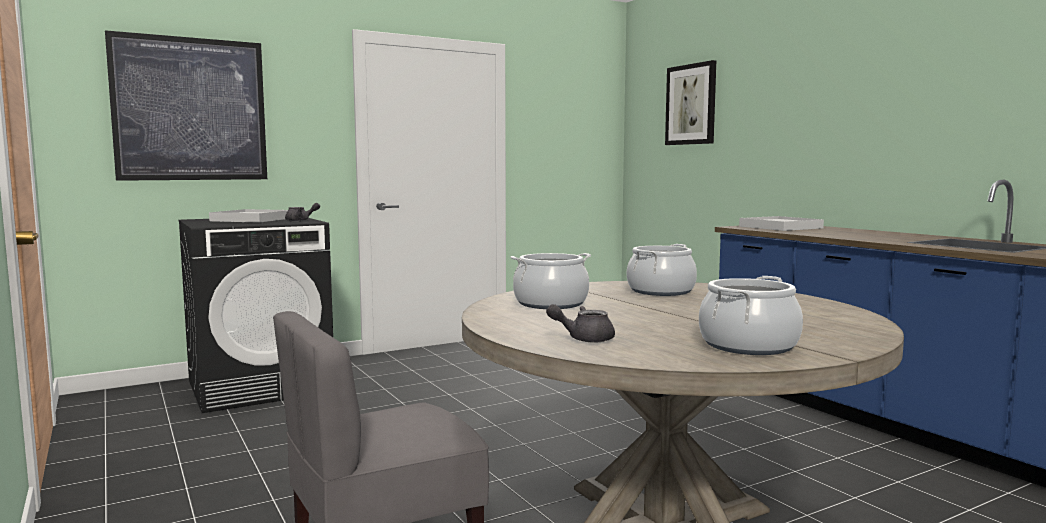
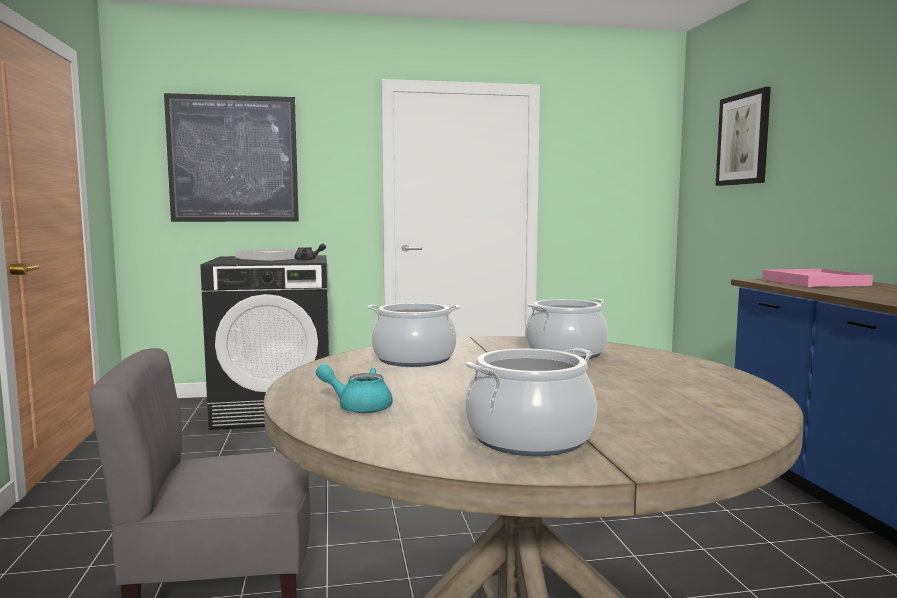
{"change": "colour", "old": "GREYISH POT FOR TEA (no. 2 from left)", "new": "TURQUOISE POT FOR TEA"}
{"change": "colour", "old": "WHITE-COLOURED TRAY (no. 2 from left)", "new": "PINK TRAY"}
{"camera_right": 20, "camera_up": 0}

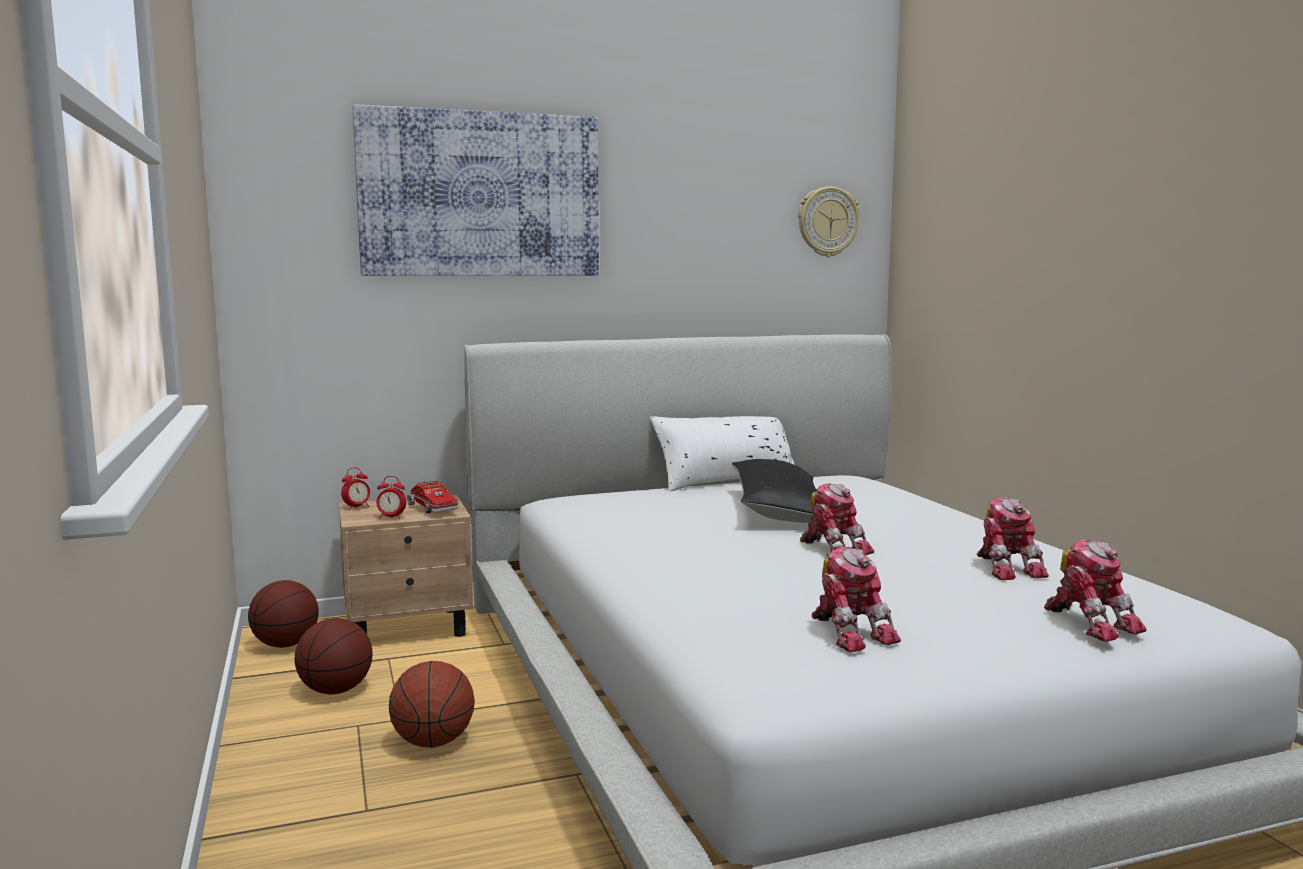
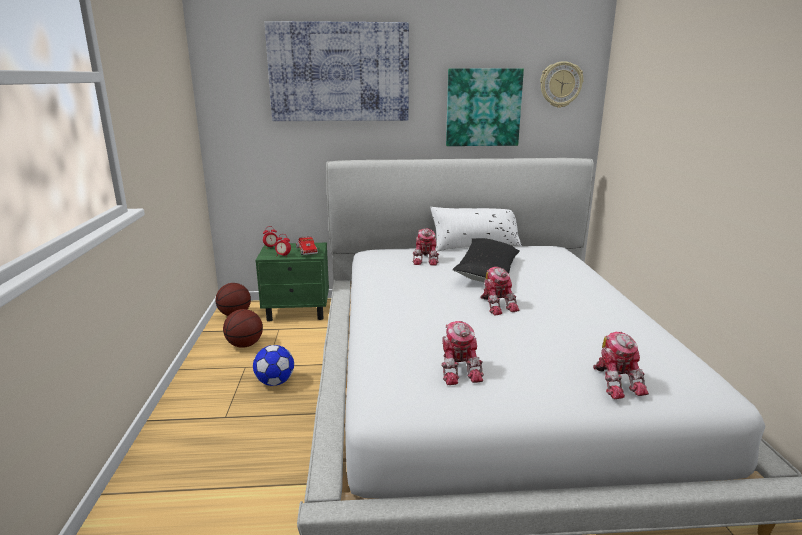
{"change": "exchanged", "old": "BALL FOR BASKETBALL (no. 3 from left)", "new": "FOOTBALL BALL"}
{"change": "colour", "old": "BEIGE NIGHTSTAND", "new": "GREENISH NIGHTSTAND"}
{"change": "relocated", "old": "MODEL ROBOT (no. 3 from left in the first image)", "new": "MODEL ROBOT (no. 1 from left)"}
{"change": "appeared", "new": "PICTURE (no. 2 from left)"}
{"camera_right": 15, "camera_up": 10}

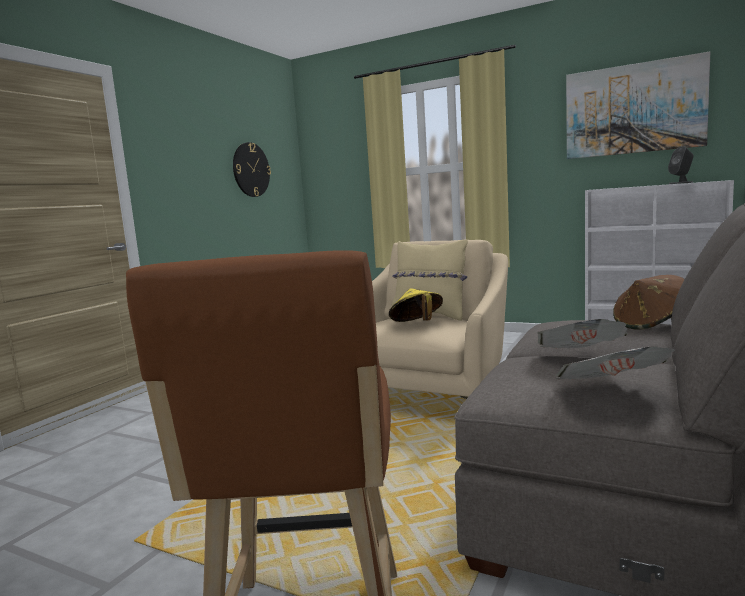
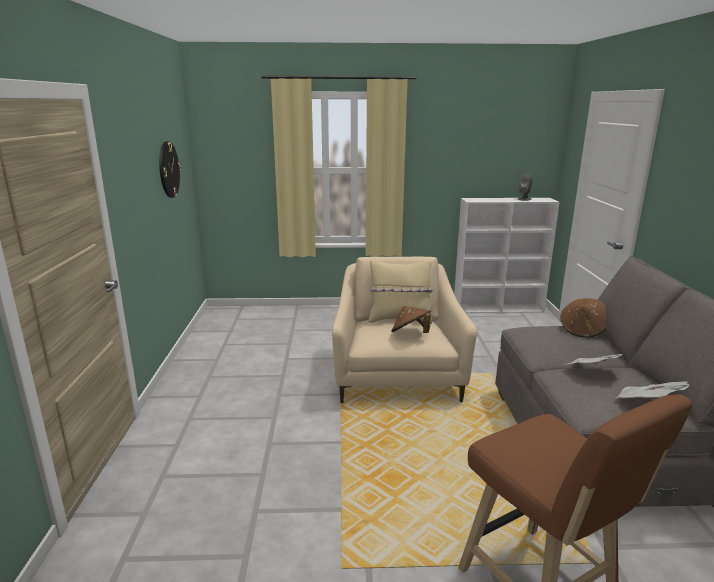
{"change": "colour", "old": "YELLOW-COLOURED CLOTHING HAT", "new": "BROWN-COLOURED CLOTHING HAT (no. 1 from left)"}
{"change": "missing", "old": "PICTURE"}
{"camera_right": -30, "camera_up": 10}

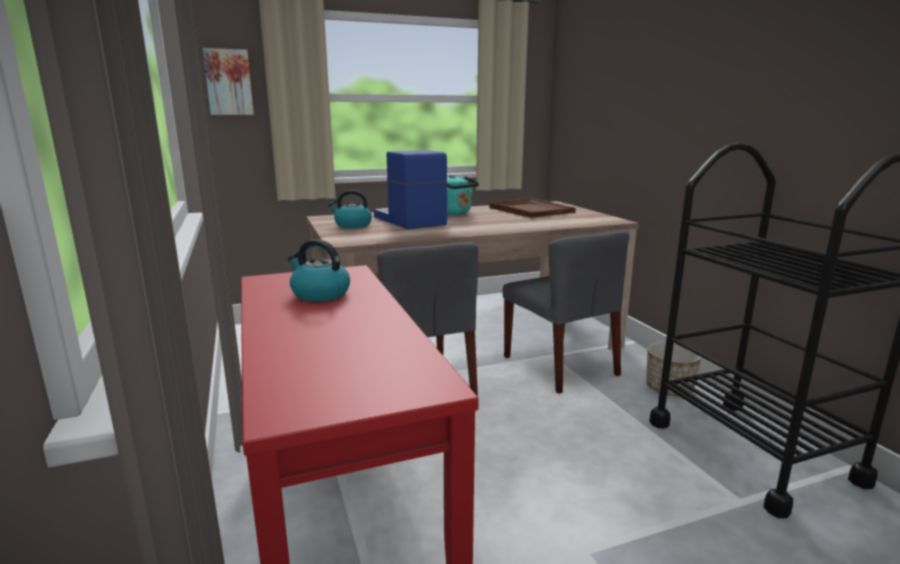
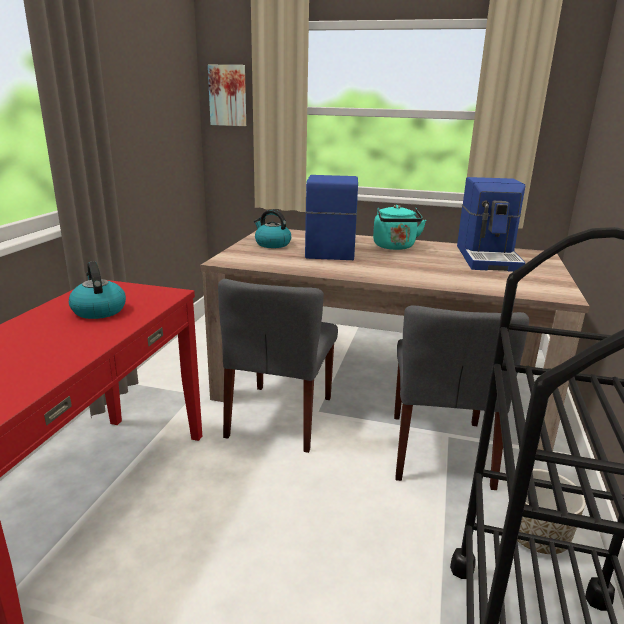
{"change": "exchanged", "old": "BROWN-COLOURED TRAY", "new": "COFFEE MACHINE (no. 2 from left)"}
{"camera_right": 35, "camera_up": 5}

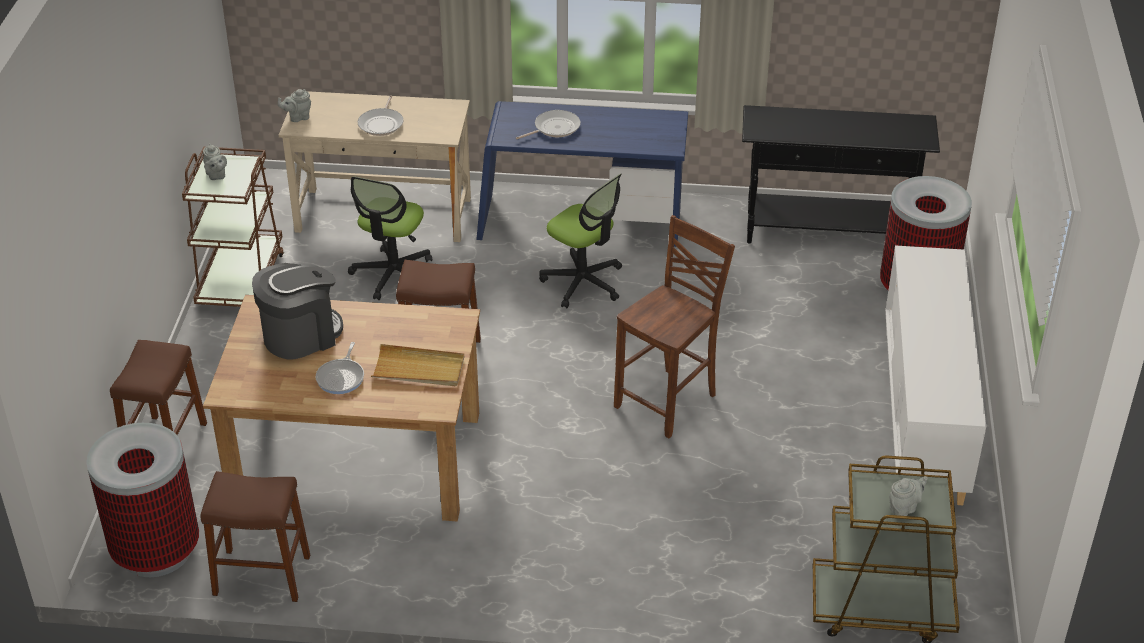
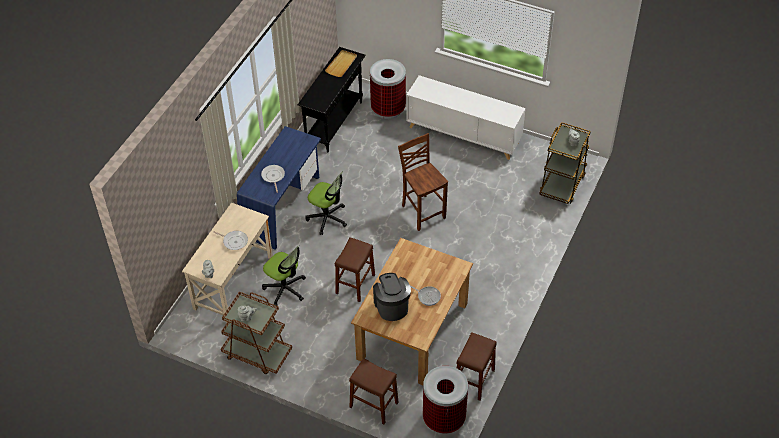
{"change": "spun", "old": "COMPUTER CHAIR (no. 2 from left)", "degrees": 60}
{"change": "relocated", "old": "BEIGE TRAY"}
{"camera_right": -70, "camera_up": 10}

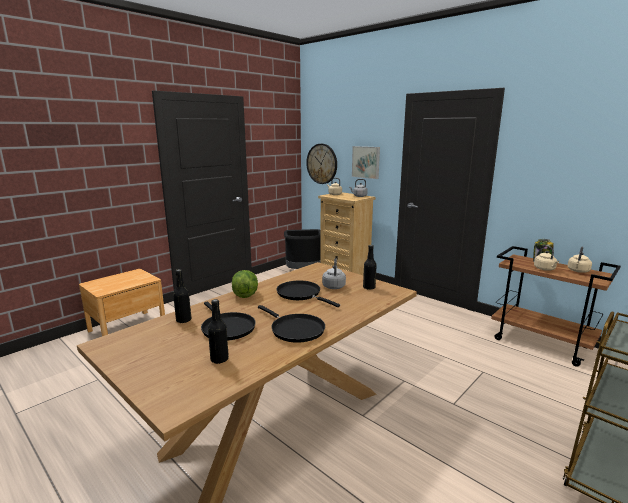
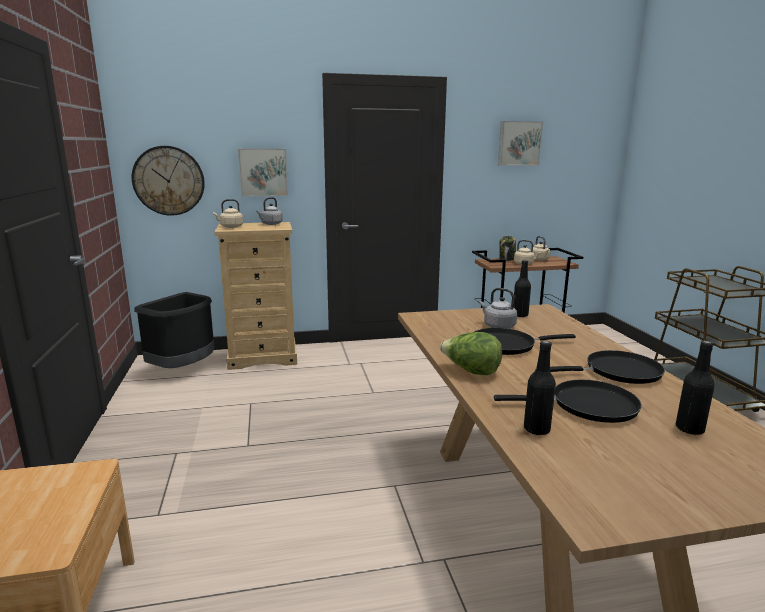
{"change": "appeared", "new": "PICTURE (no. 2 from left)"}
{"camera_right": -55, "camera_up": 0}

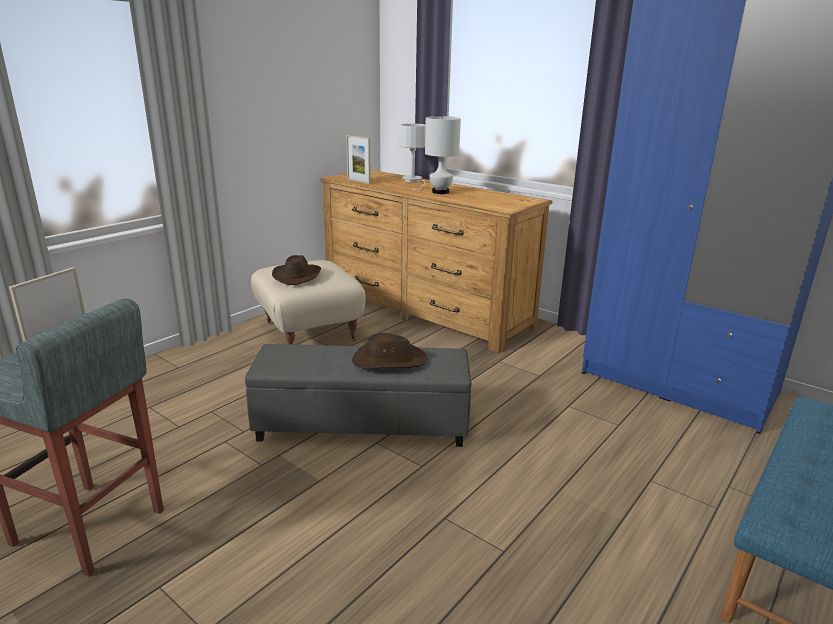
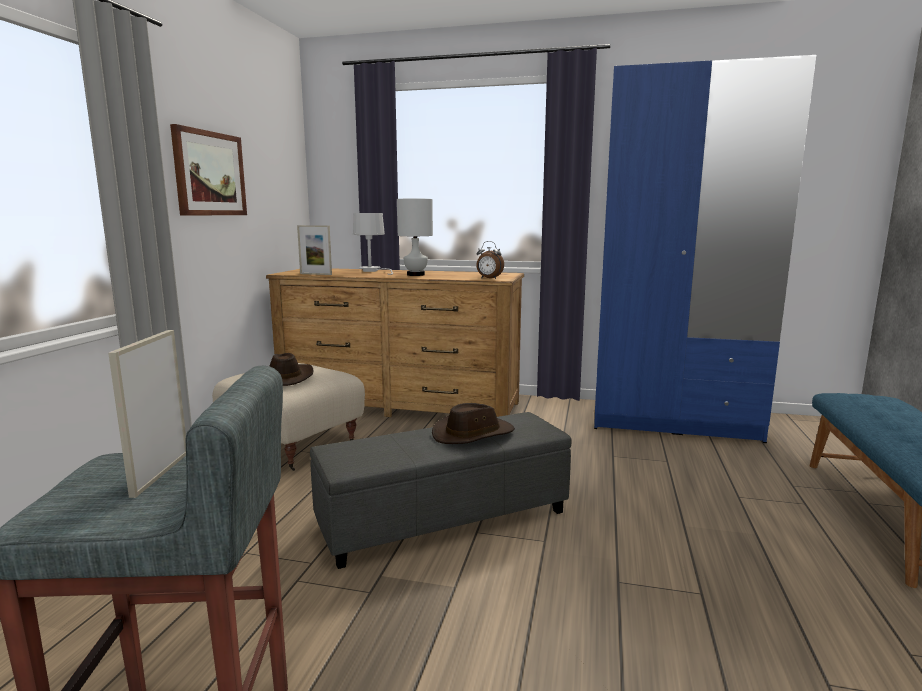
{"change": "appeared", "new": "PICTURE"}
{"change": "appeared", "new": "ALARM CLOCK"}
{"camera_right": -25, "camera_up": -10}

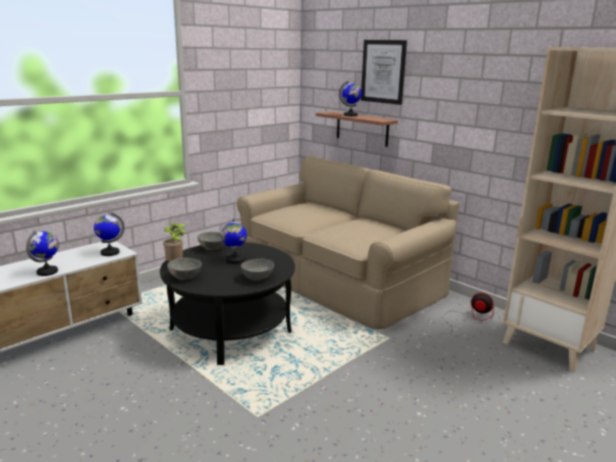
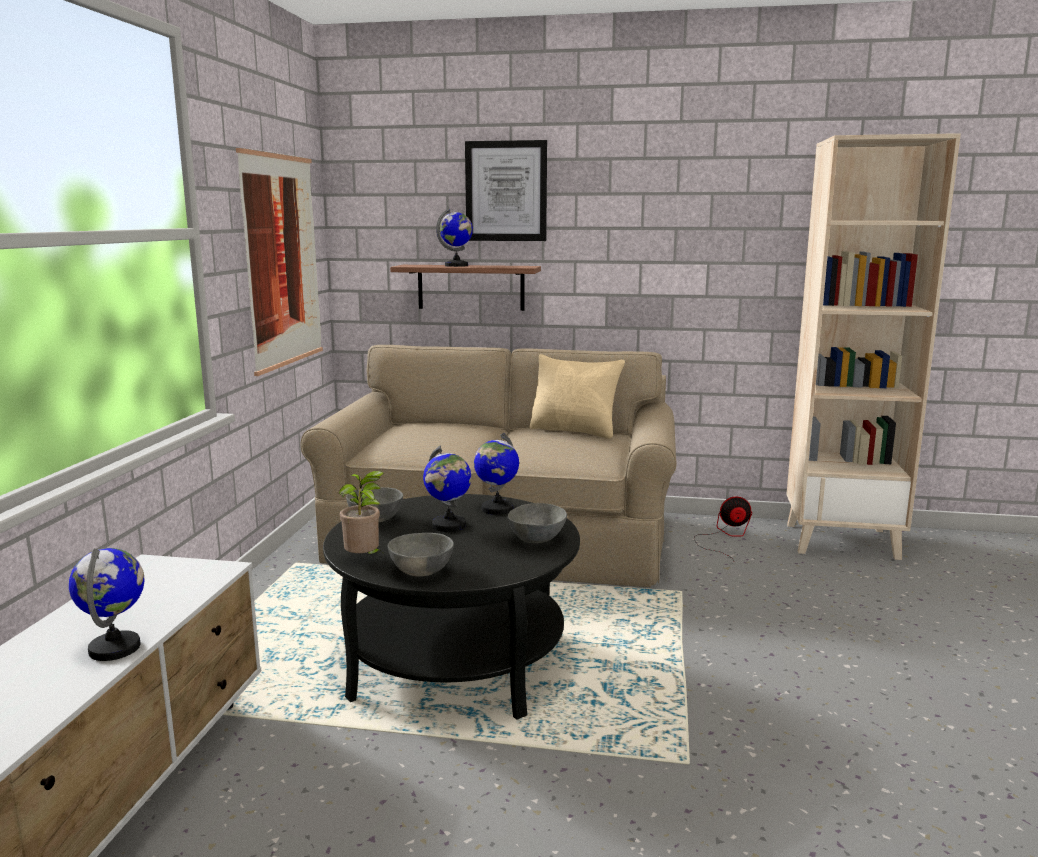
{"change": "appeared", "new": "PICTURE (no. 1 from left)"}
{"change": "relocated", "old": "DESK GLOBE (no. 2 from left in the first image)", "new": "DESK GLOBE (no. 4 from left)"}
{"change": "appeared", "new": "BEIGE THROW PILLOW"}
{"camera_right": -35, "camera_up": -5}

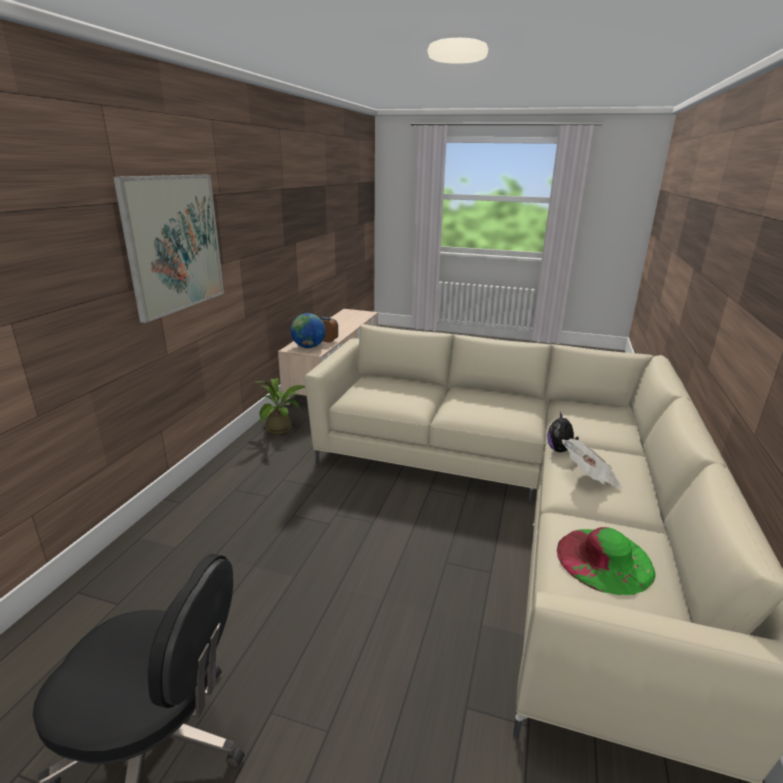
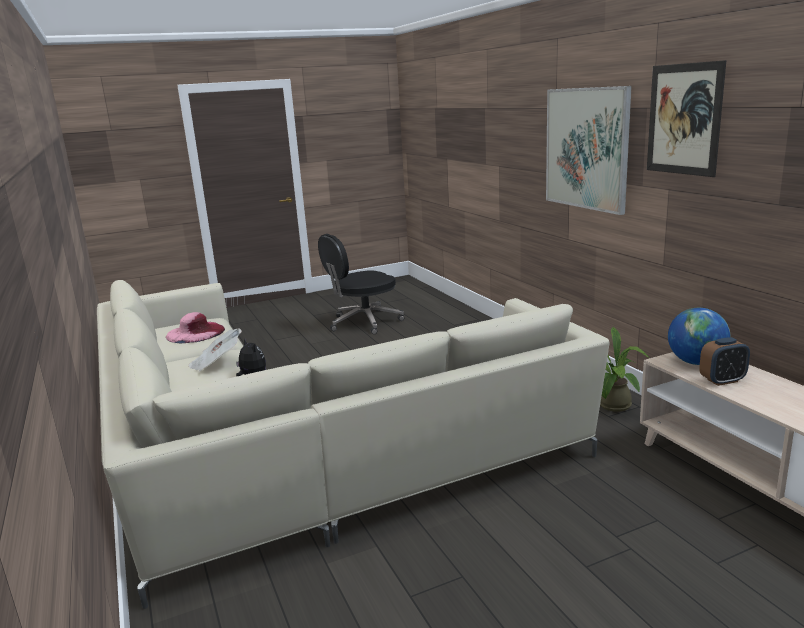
{"change": "colour", "old": "GREENISH CLOTHING HAT", "new": "PINK CLOTHING HAT"}
{"change": "appeared", "new": "PICTURE (no. 2 from left)"}
{"camera_right": 140, "camera_up": -5}

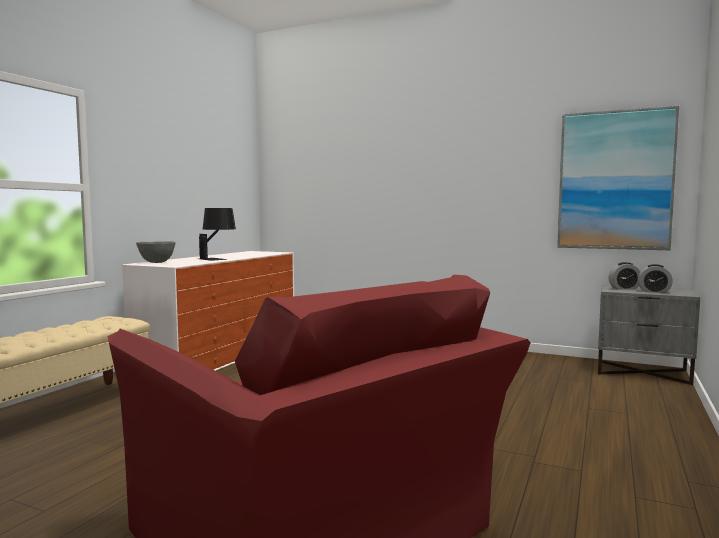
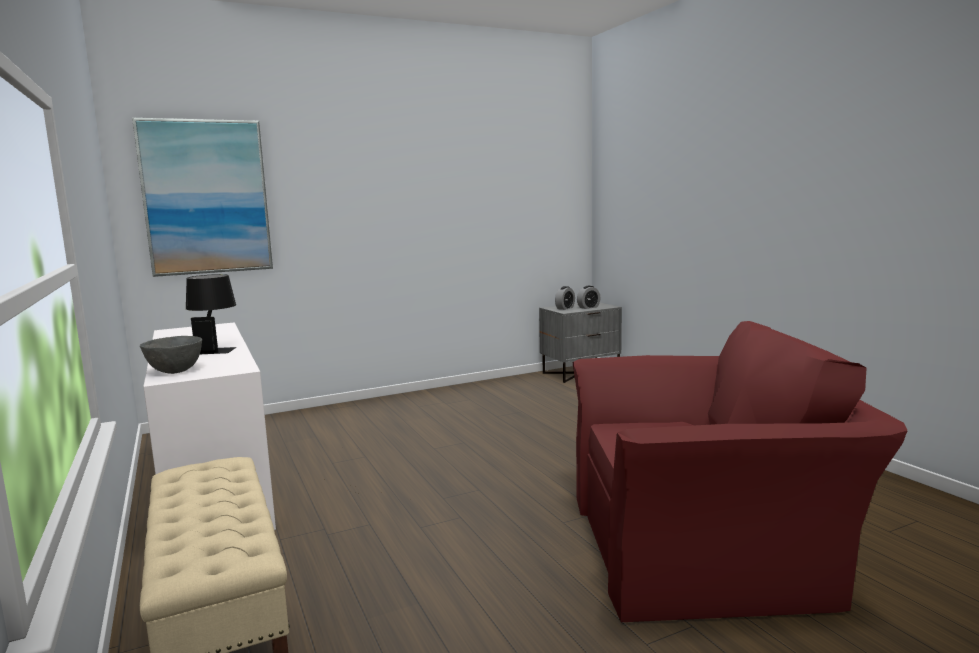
{"change": "relocated", "old": "PICTURE"}
{"camera_right": -50, "camera_up": 5}

